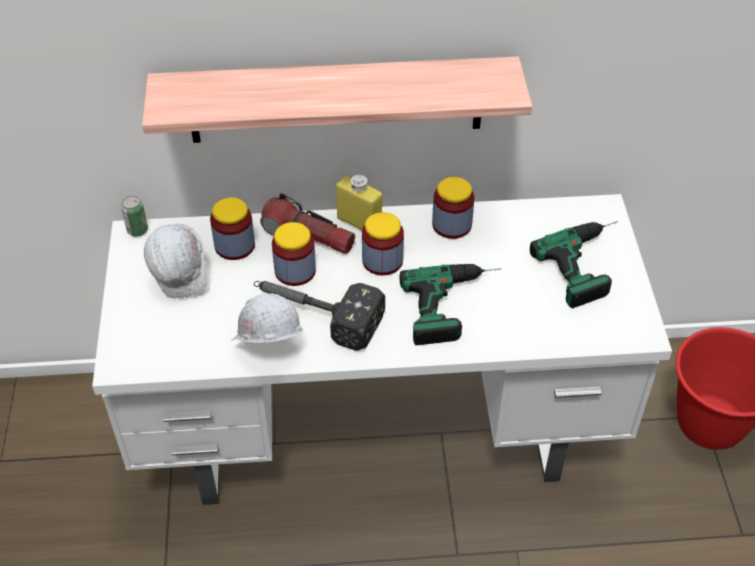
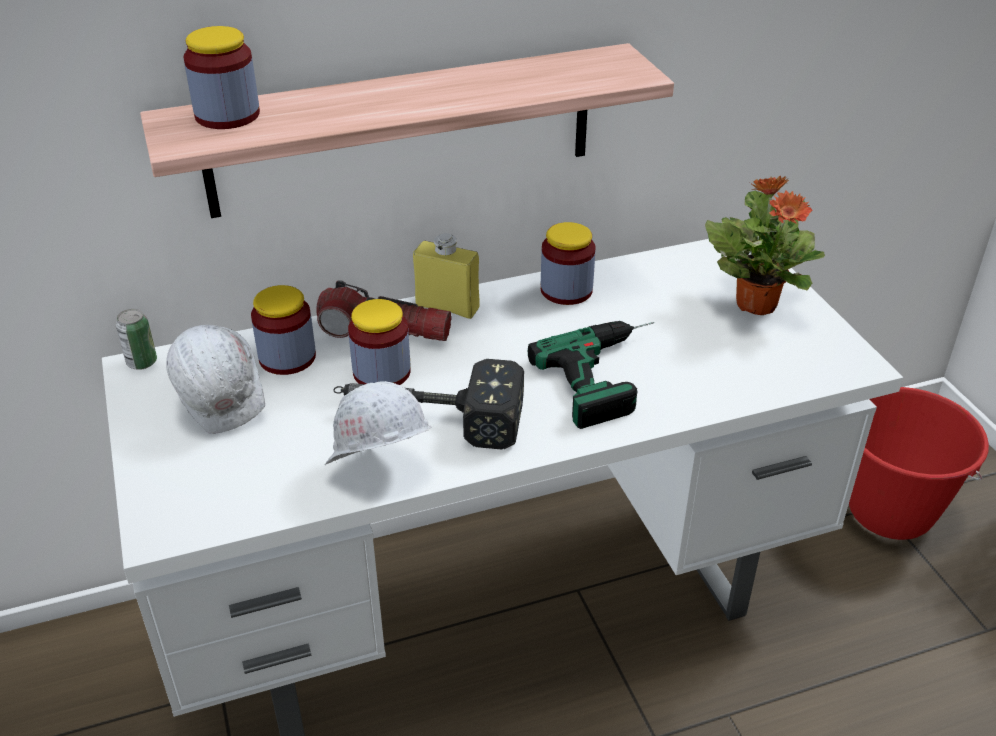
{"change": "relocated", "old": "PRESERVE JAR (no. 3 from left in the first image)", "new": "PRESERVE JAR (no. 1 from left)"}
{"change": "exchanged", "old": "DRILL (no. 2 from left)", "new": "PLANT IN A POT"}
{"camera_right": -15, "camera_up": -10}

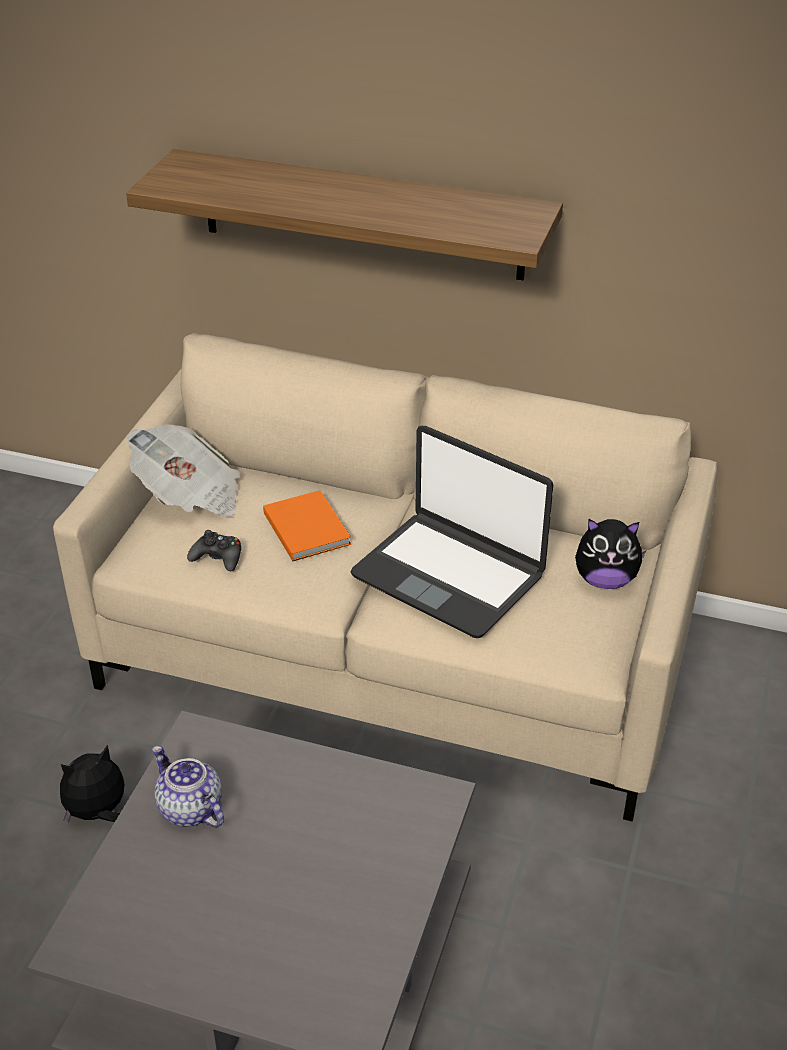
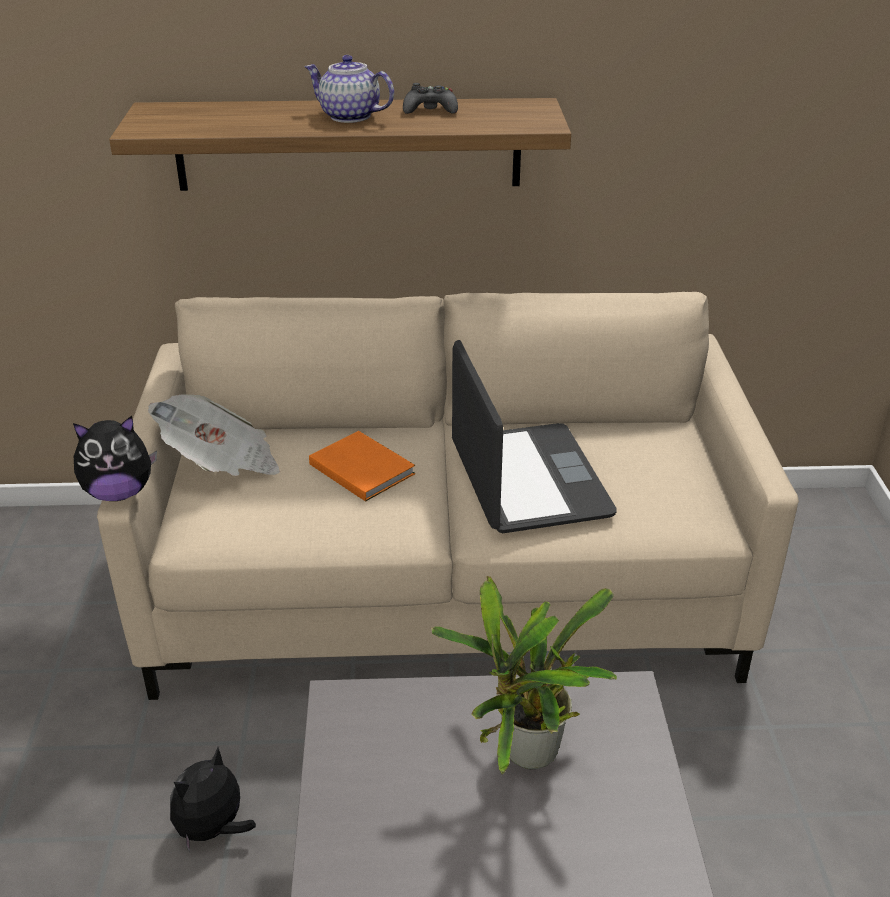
{"change": "relocated", "old": "SOFT TOY (no. 2 from left in the first image)", "new": "SOFT TOY (no. 1 from left)"}
{"change": "relocated", "old": "POT FOR TEA"}
{"change": "relocated", "old": "BLACKISH GAMEPAD"}
{"change": "appeared", "new": "PLANT IN A POT"}
{"change": "spun", "old": "PORTABLE COMPUTER", "degrees": -120}
{"camera_right": -20, "camera_up": -5}

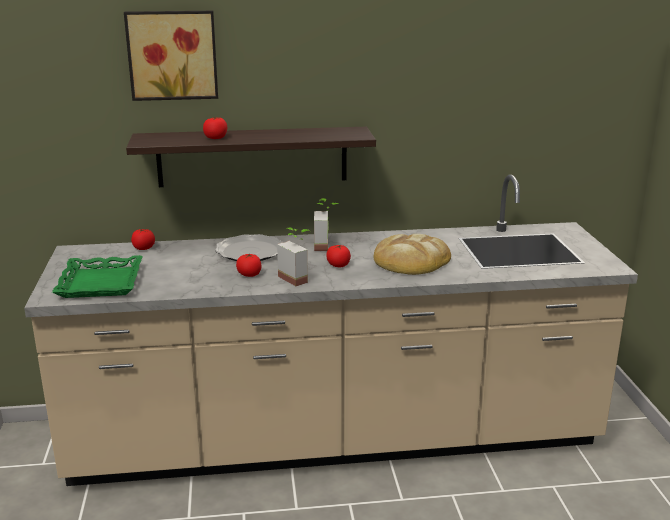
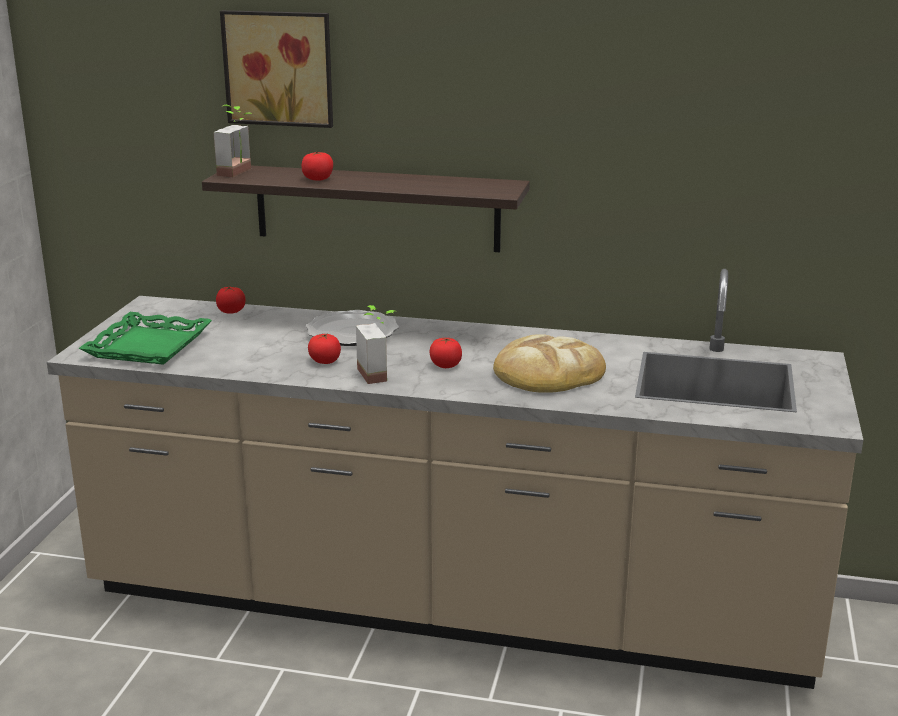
{"change": "relocated", "old": "PLANT IN A POT (no. 2 from left in the first image)", "new": "PLANT IN A POT (no. 1 from left)"}
{"camera_right": 20, "camera_up": 0}

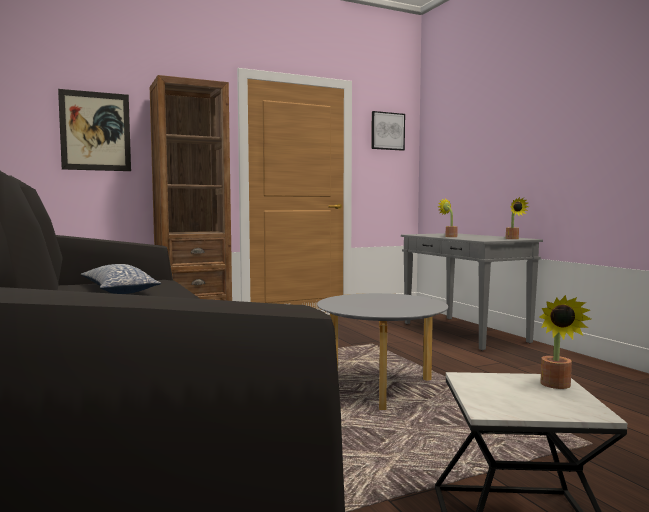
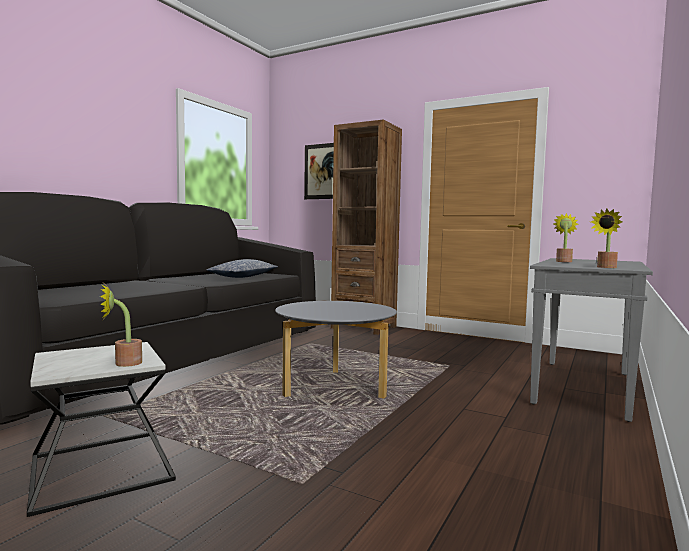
{"change": "missing", "old": "PICTURE (no. 2 from left)"}
{"camera_right": 55, "camera_up": 0}

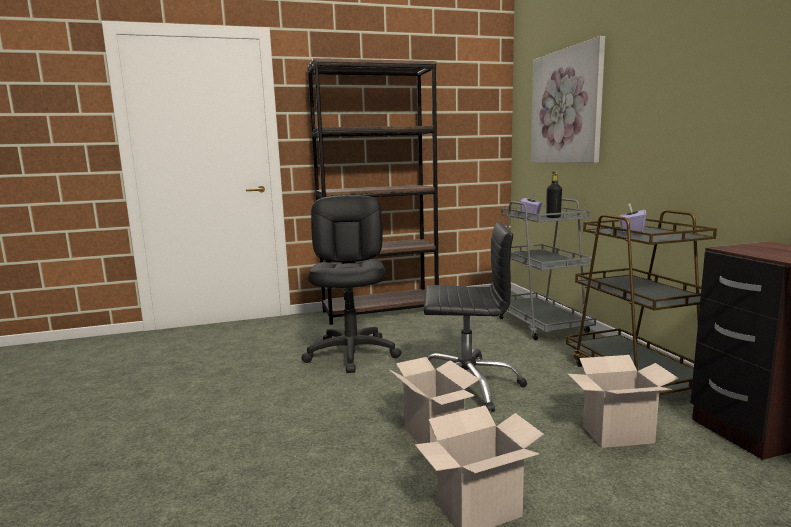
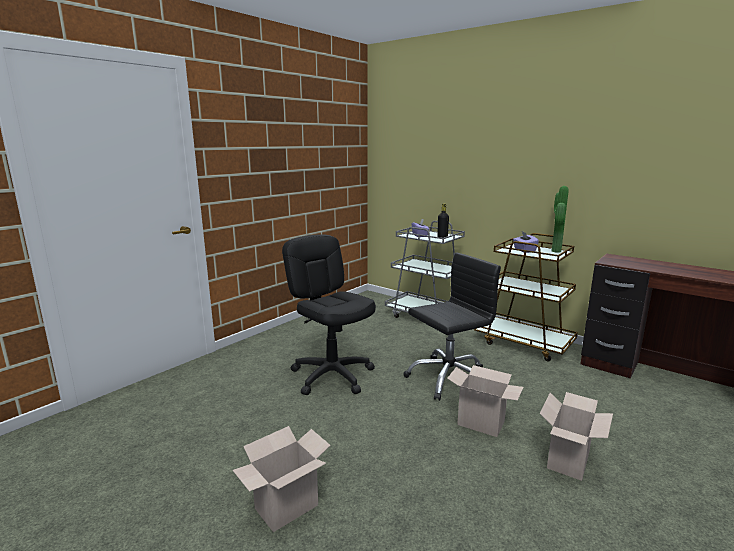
{"change": "relocated", "old": "CARDBOARD BOX (no. 3 from left in the first image)", "new": "CARDBOARD BOX (no. 1 from left)"}
{"change": "appeared", "new": "PLANT IN A POT"}
{"change": "missing", "old": "BROWN-COLOURED SHELVING UNIT"}
{"change": "missing", "old": "PICTURE"}
{"camera_right": -35, "camera_up": 5}

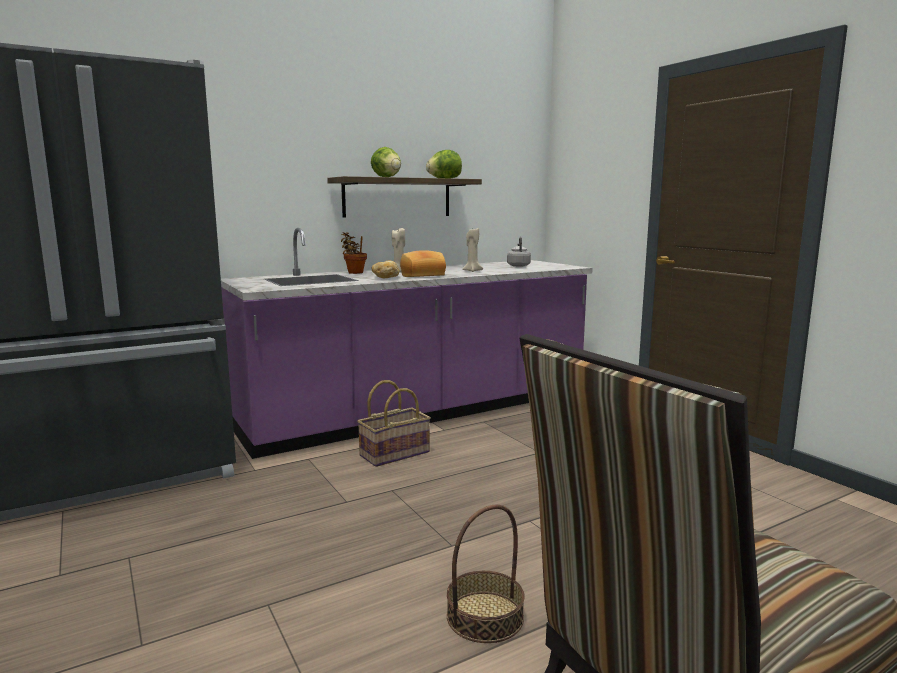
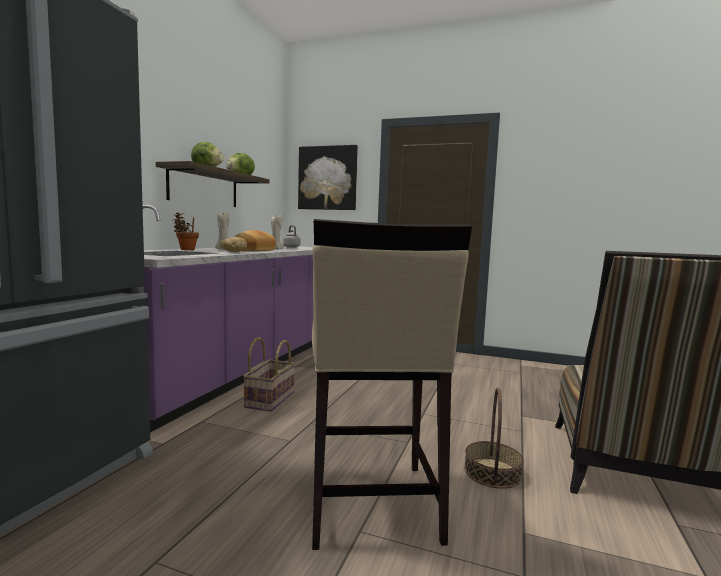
{"change": "appeared", "new": "PICTURE"}
{"change": "appeared", "new": "BEIGE STOOL"}
{"camera_right": -40, "camera_up": -5}

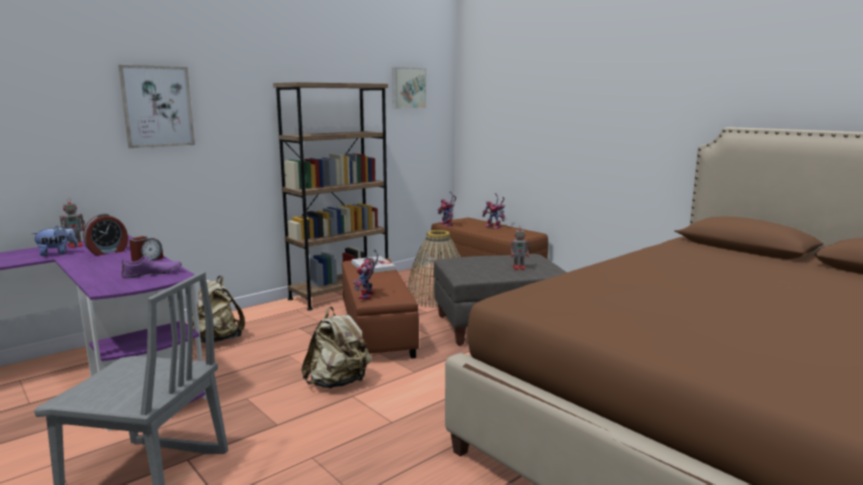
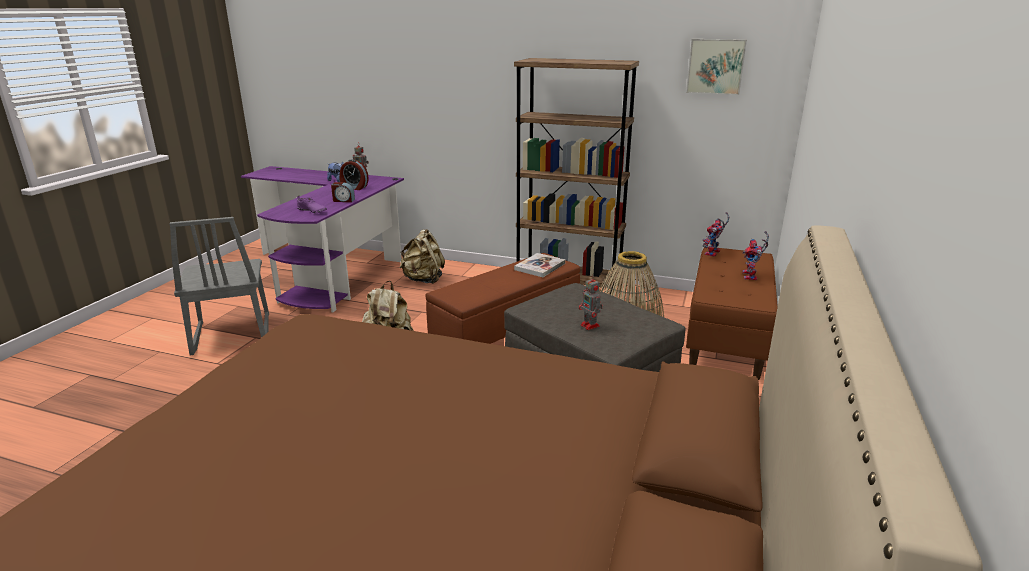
{"change": "missing", "old": "PICTURE (no. 1 from left)"}
{"change": "missing", "old": "MODEL ROBOT (no. 2 from left)"}
{"camera_right": 60, "camera_up": 10}

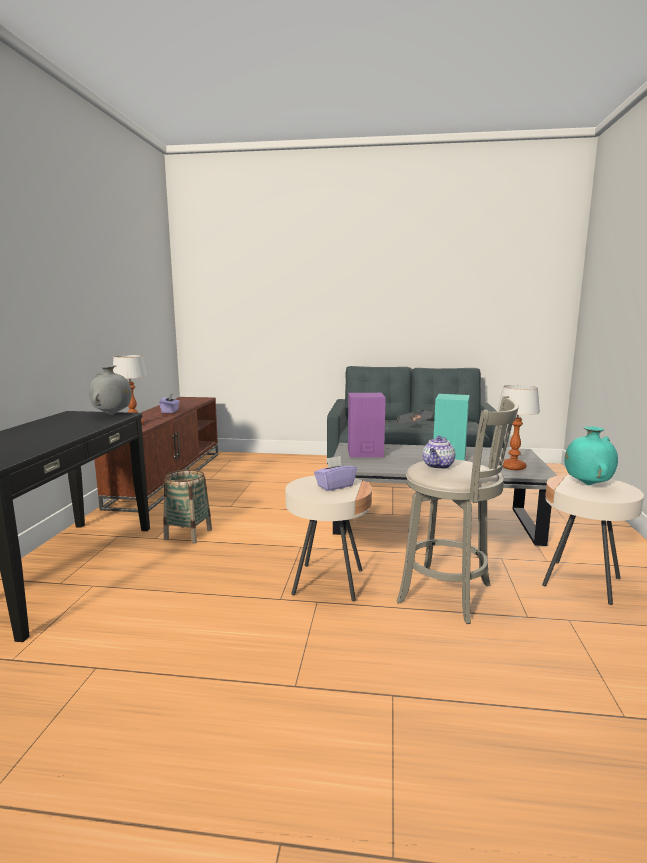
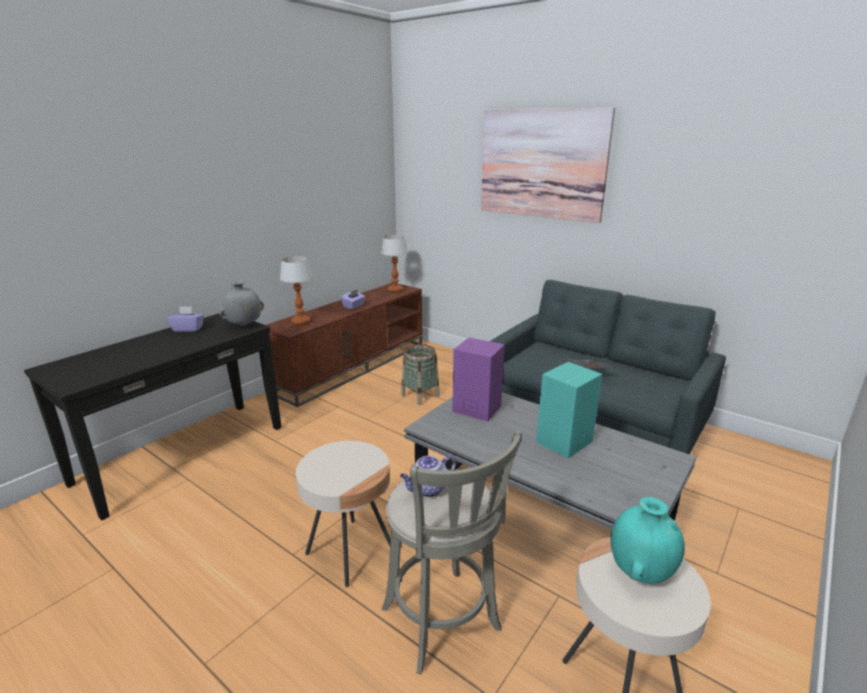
{"change": "relocated", "old": "PURPLE BOX OF TISSUES (no. 2 from left in the first image)", "new": "PURPLE BOX OF TISSUES (no. 1 from left)"}
{"change": "relocated", "old": "TABLETOP LAMP (no. 2 from left)"}
{"change": "relocated", "old": "HOUSEHOLD BASKET"}
{"change": "appeared", "new": "PICTURE"}
{"camera_right": 30, "camera_up": 10}

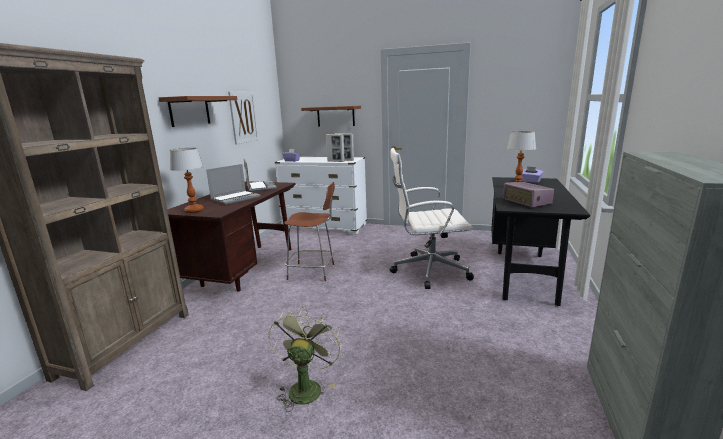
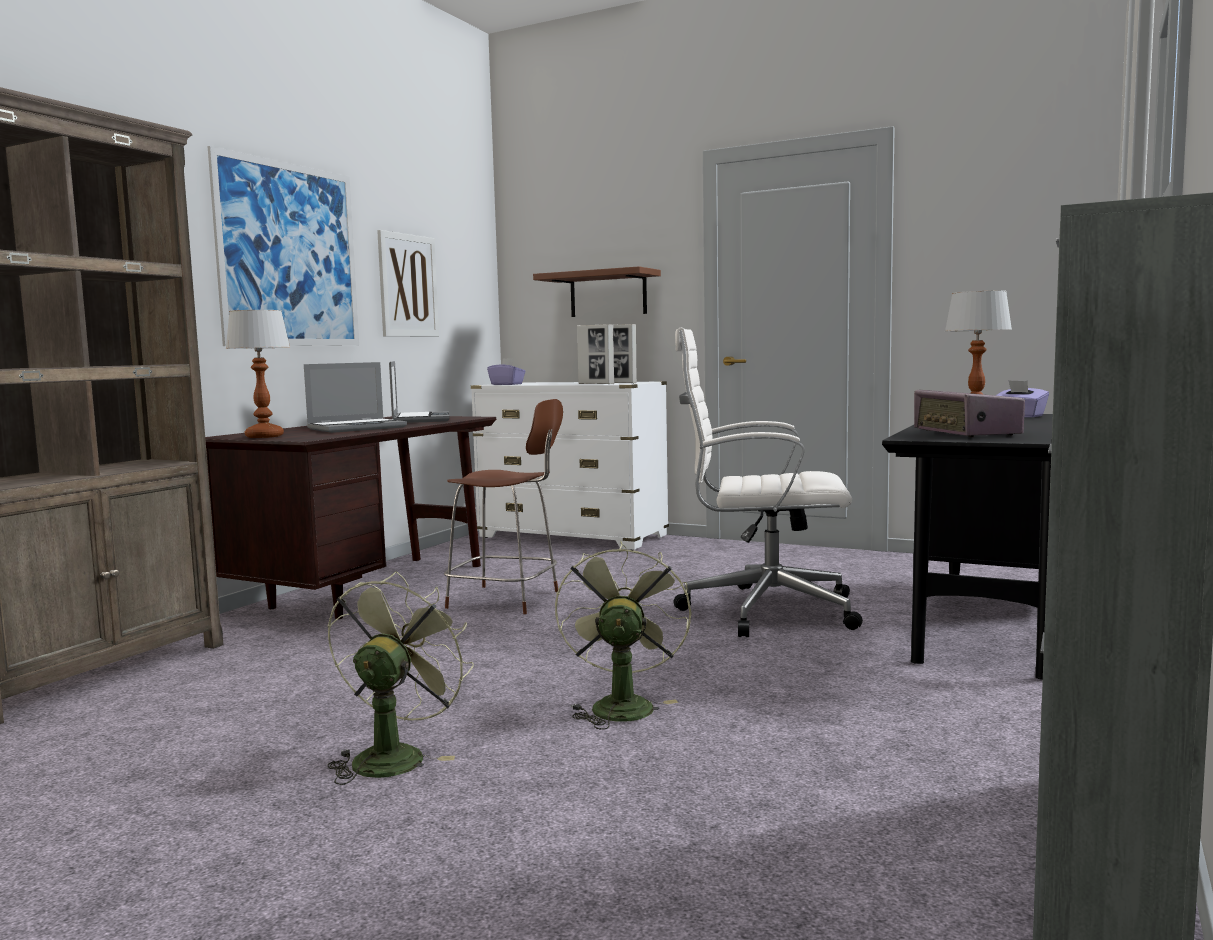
{"change": "exchanged", "old": "BROWN-COLOURED WALL SHELF (no. 1 from left)", "new": "PICTURE (no. 1 from left)"}
{"change": "appeared", "new": "GREENISH ELECTRIC FAN (no. 2 from left)"}
{"camera_right": 10, "camera_up": -10}

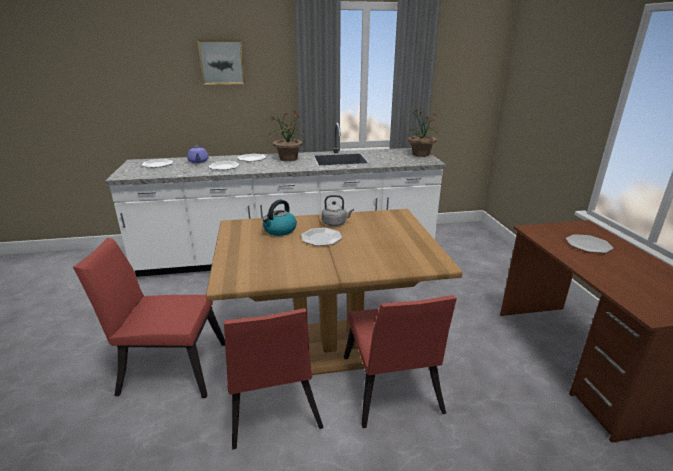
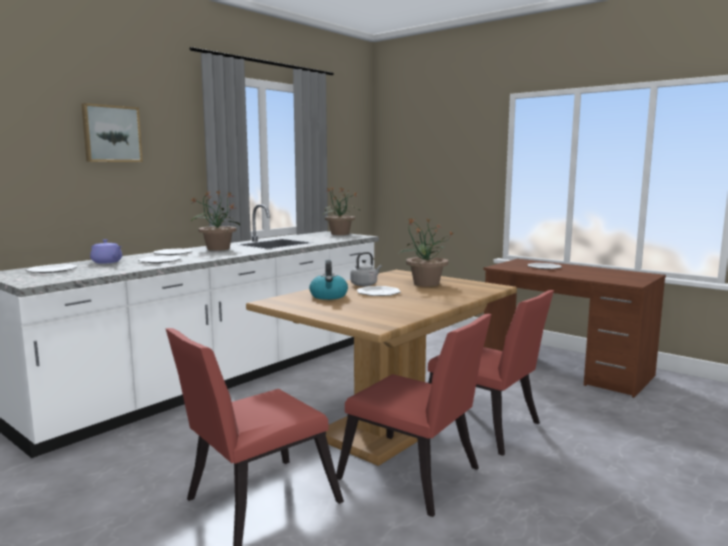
{"change": "appeared", "new": "PLANT IN A POT (no. 3 from left)"}
{"camera_right": -40, "camera_up": -15}

